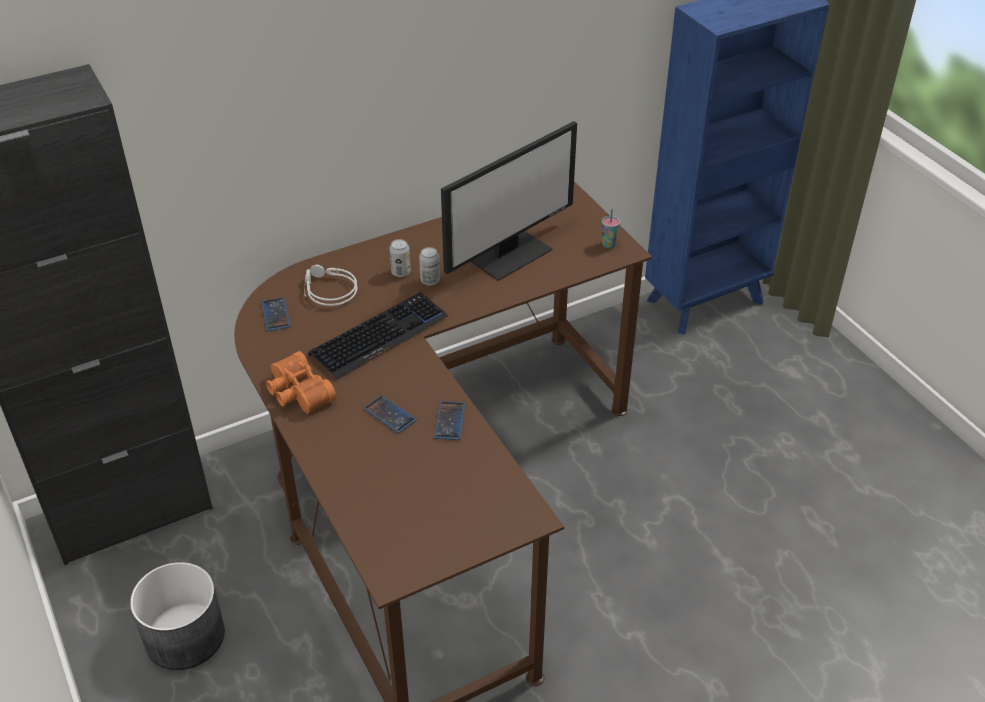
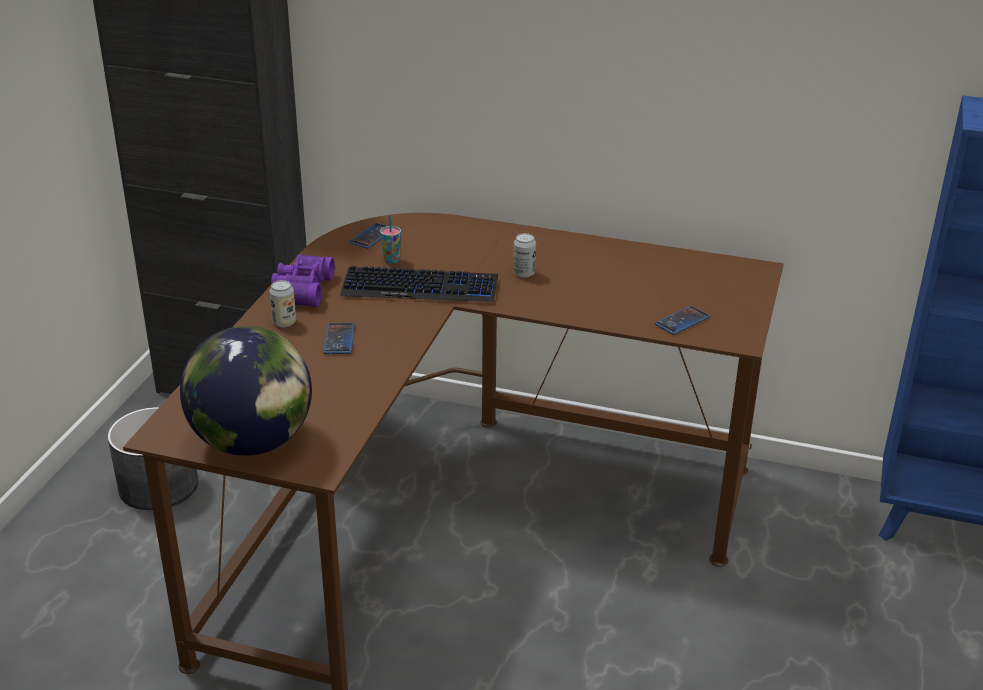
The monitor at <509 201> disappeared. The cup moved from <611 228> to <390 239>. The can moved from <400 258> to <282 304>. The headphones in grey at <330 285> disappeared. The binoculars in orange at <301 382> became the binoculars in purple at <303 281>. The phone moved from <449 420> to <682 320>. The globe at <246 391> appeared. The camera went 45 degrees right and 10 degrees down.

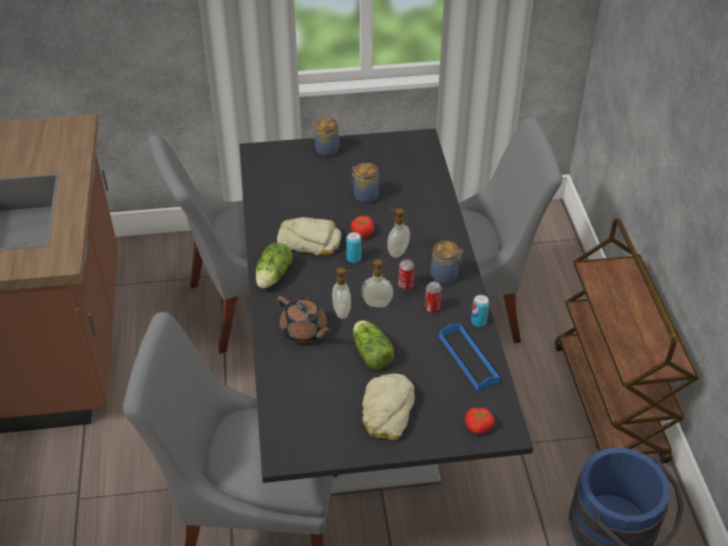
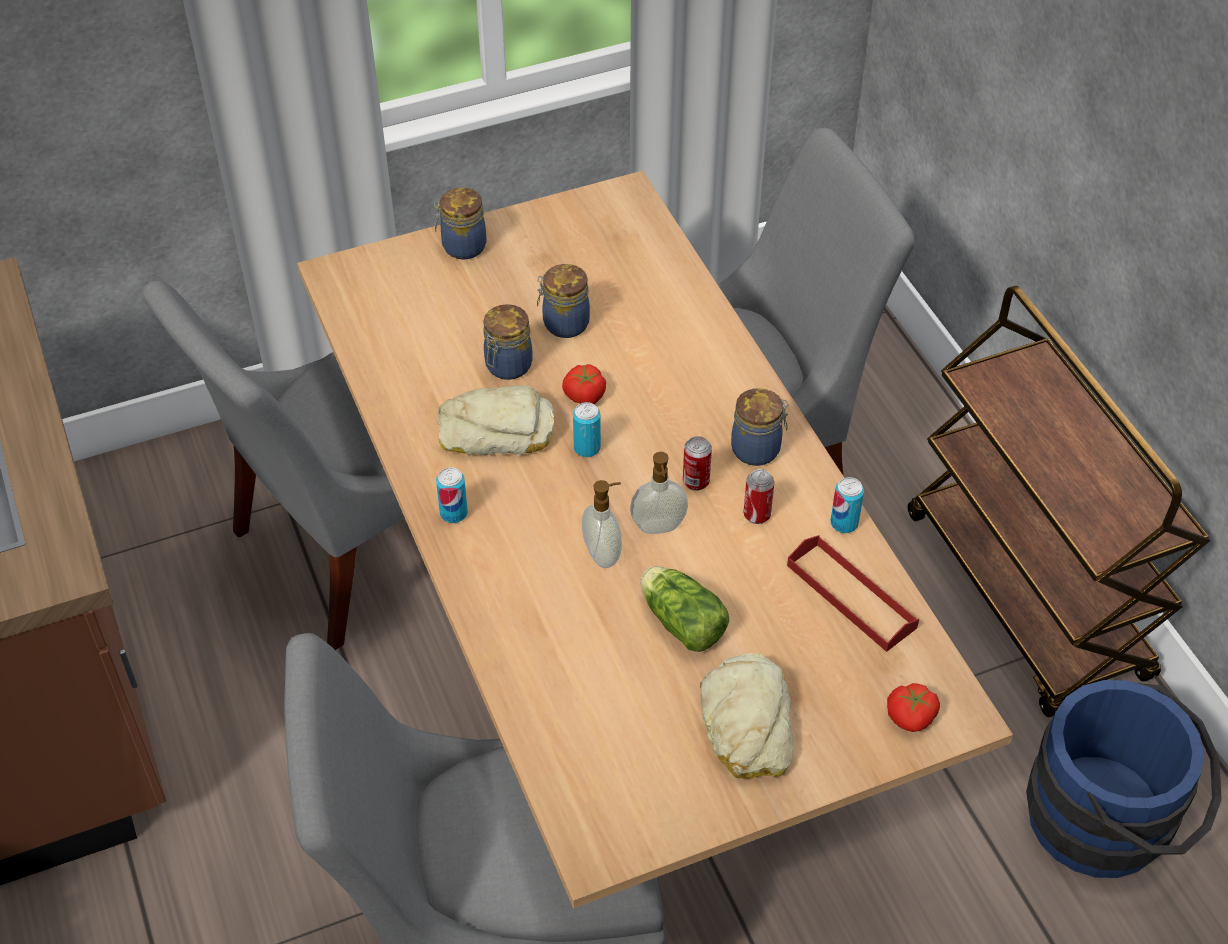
The dining table in black at <386 312> became the dining table in beige at <655 539>. The soap dispenser at <398 233> disappeared. The lettuce at <274 265> was replaced by the can at <452 495>. The teapot in brown at <304 319> disappeared. The tray in blue at <469 357> became the tray in red at <853 593>. The jar at <508 342> appeared. The camera went 15 degrees left and 5 degrees up.

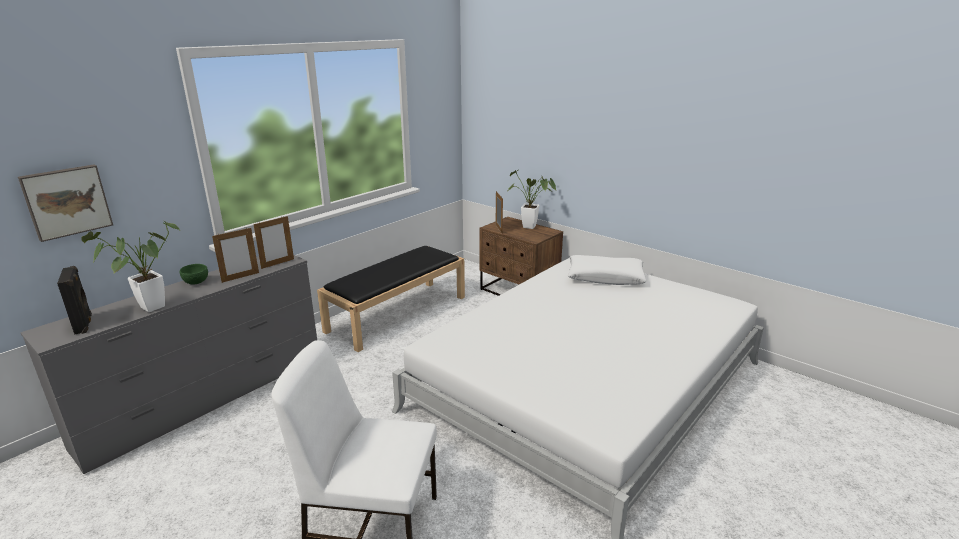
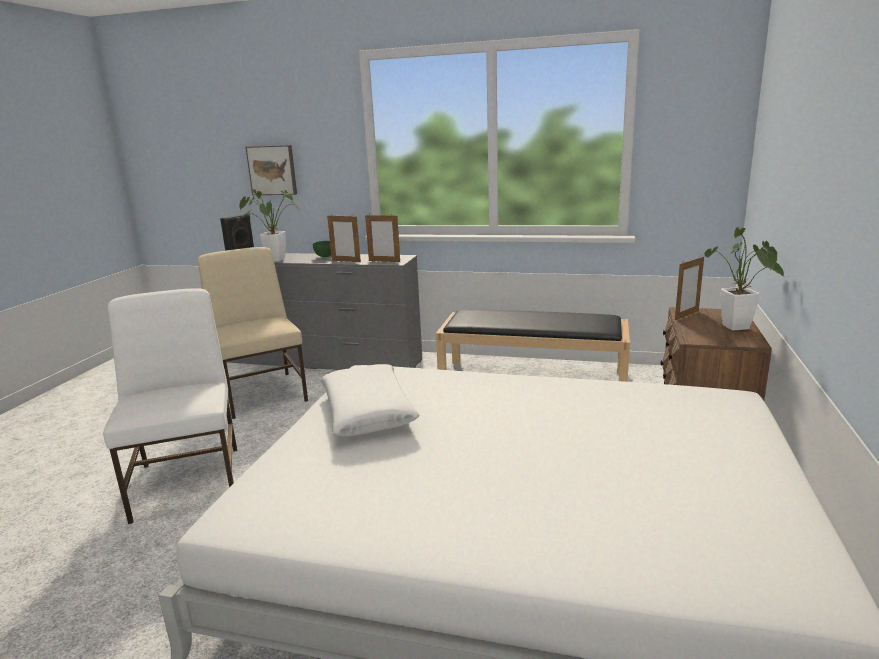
The pillow in white moved from <607 270> to <369 400>. The chair in beige at <253 333> appeared. The camera went 65 degrees right and 5 degrees down.

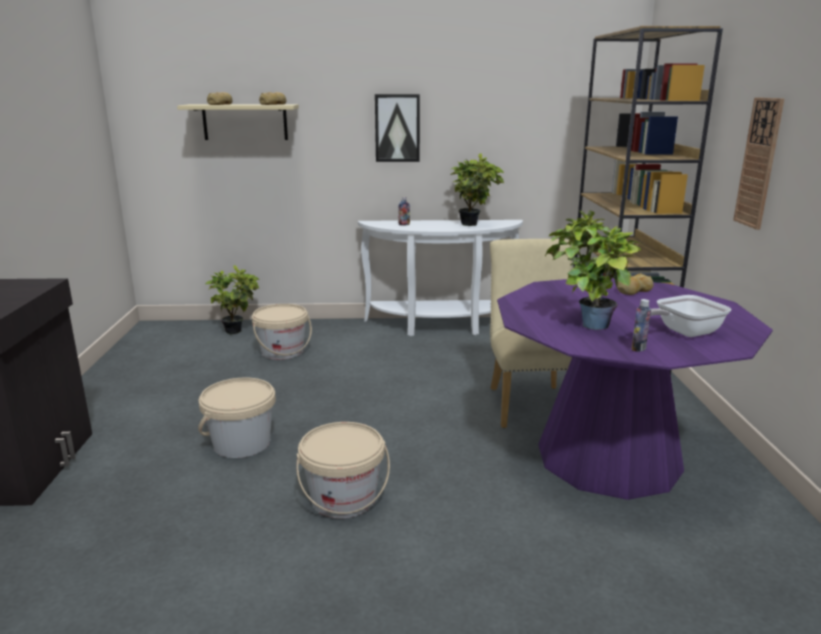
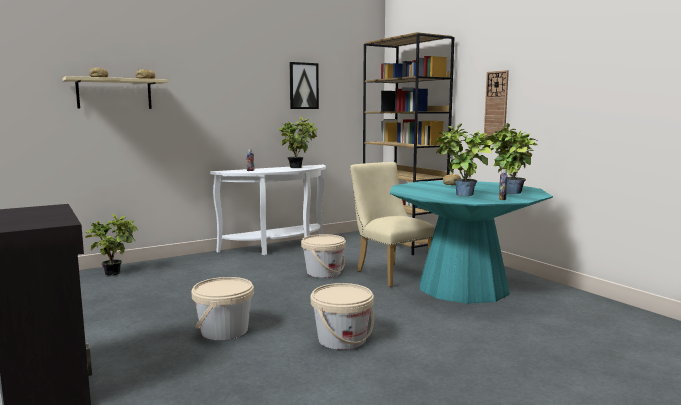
The picture moved from <397 128> to <304 85>. The dining table in purple at <635 389> became the dining table in turquoise at <471 242>. The frying pan at <690 316> was replaced by the potted plant at <510 158>. The bucket in beige moved from <282 332> to <323 256>. The camera went 30 degrees left and 10 degrees down.

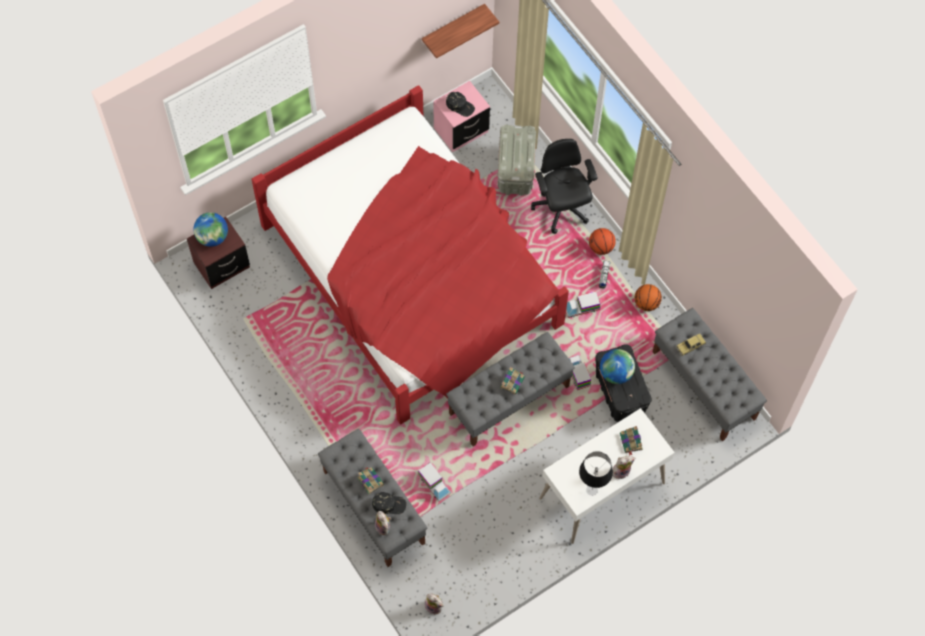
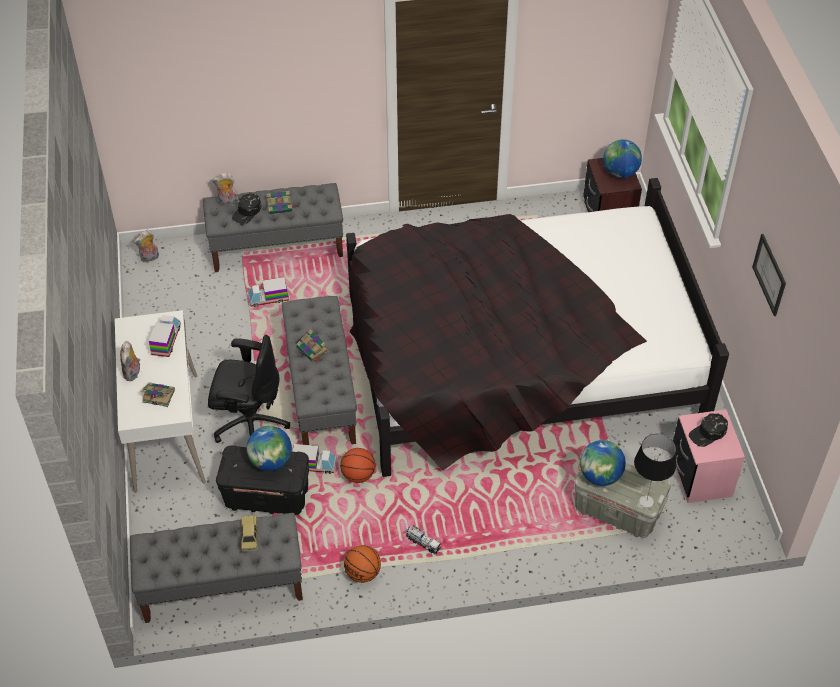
The shelf at <460 31> disappeared. The bed in red at <410 254> became the bed in black at <537 327>. The office chair in black moved from <564 186> to <249 389>. The basketball moved from <602 241> to <357 465>. The toy truck moved from <583 304> to <165 336>. The table lamp moved from <596 473> to <655 471>. The picture at <769 275> appeared. The globe at <603 463> appeared. The camera went 115 degrees right and 15 degrees down.

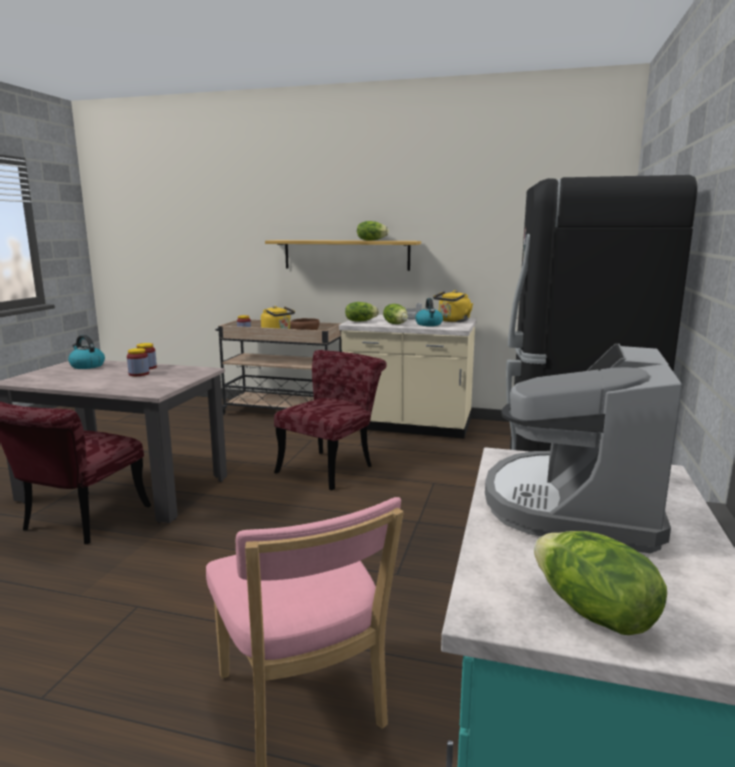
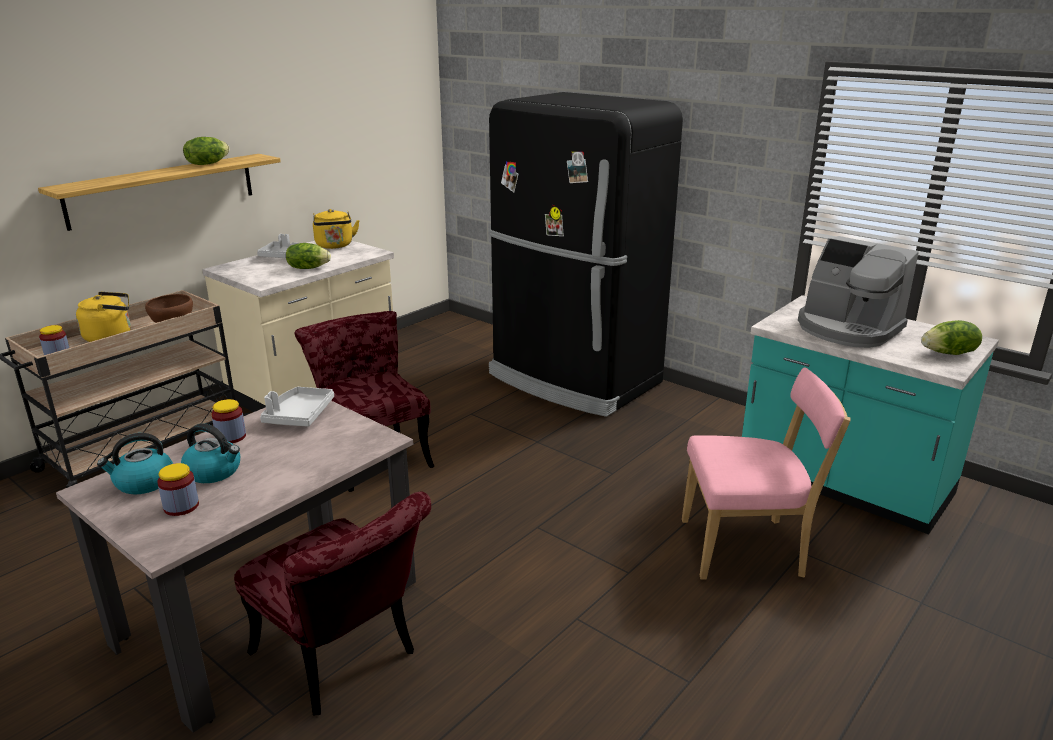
The kettle moved from <429 312> to <210 453>. The lettuce at <362 312> disappeared. The jar moved from <138 362> to <178 489>. The tray in grey at <297 407> appeared. The camera went 65 degrees left and 10 degrees up.

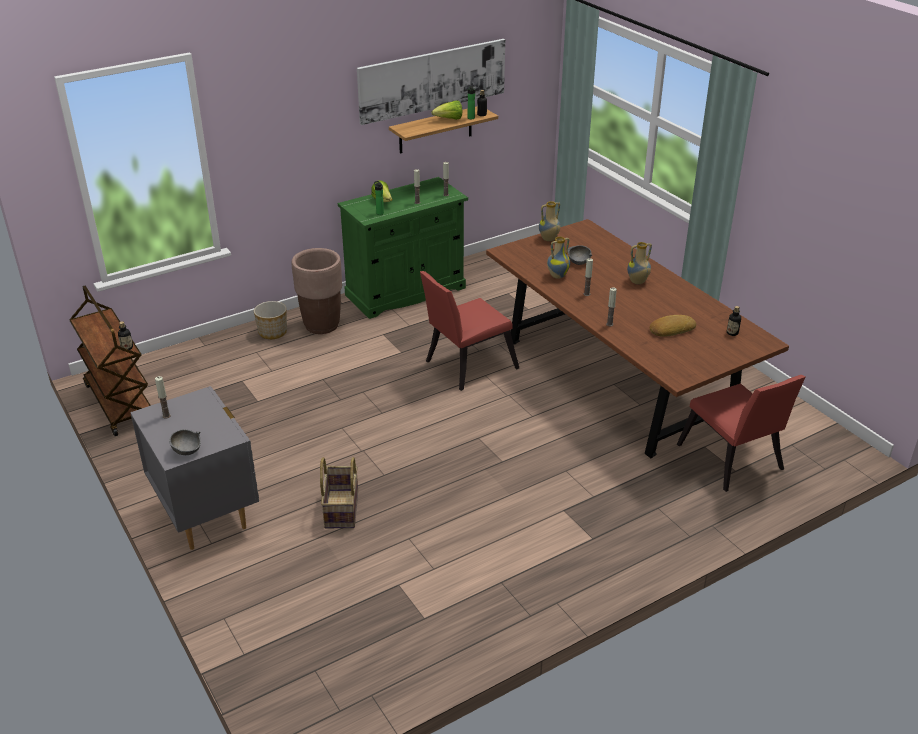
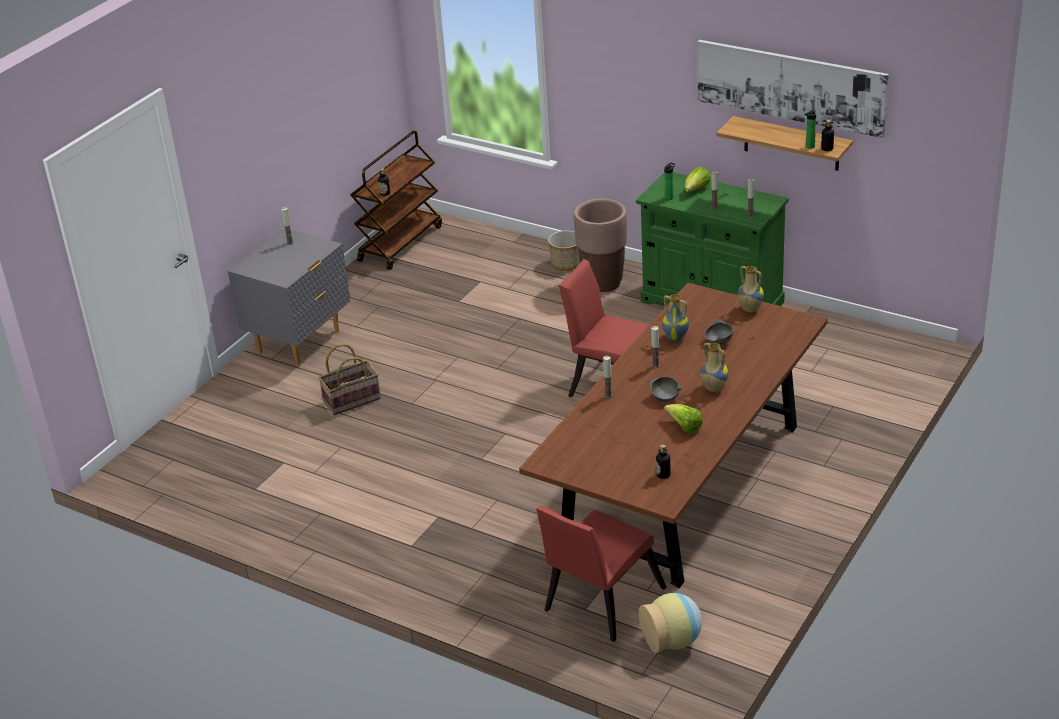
The lettuce moved from <447 110> to <683 419>. The bread at <673 326> disappeared. The bowl in grey moved from <185 442> to <665 389>. The vase at <670 623> appeared. The camera went 65 degrees right and 0 degrees up.

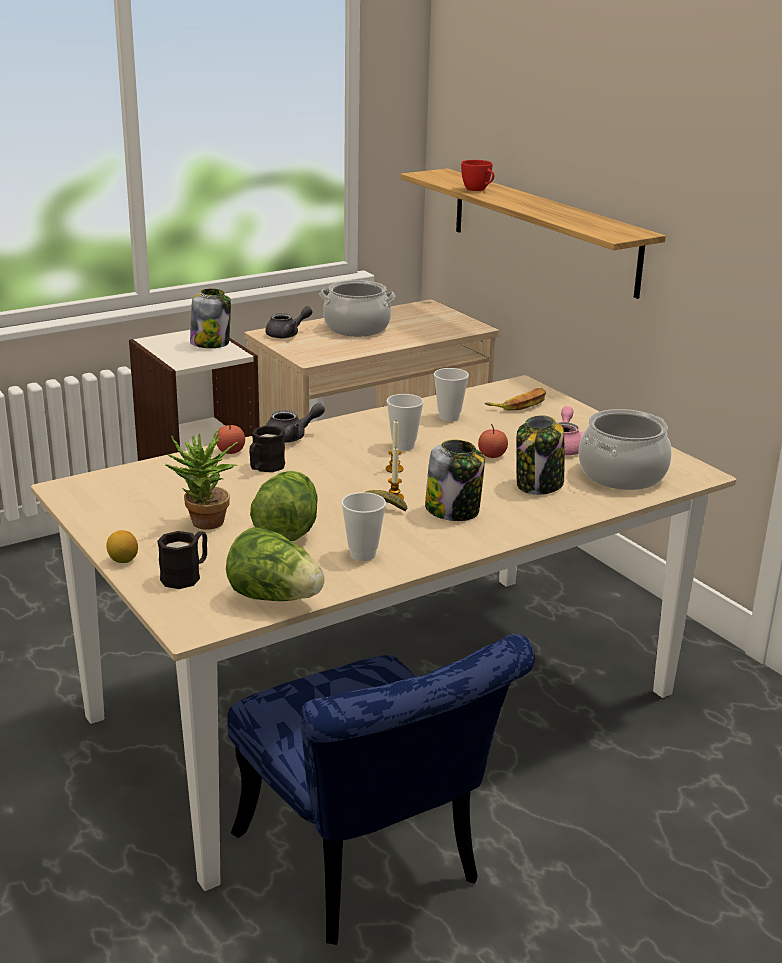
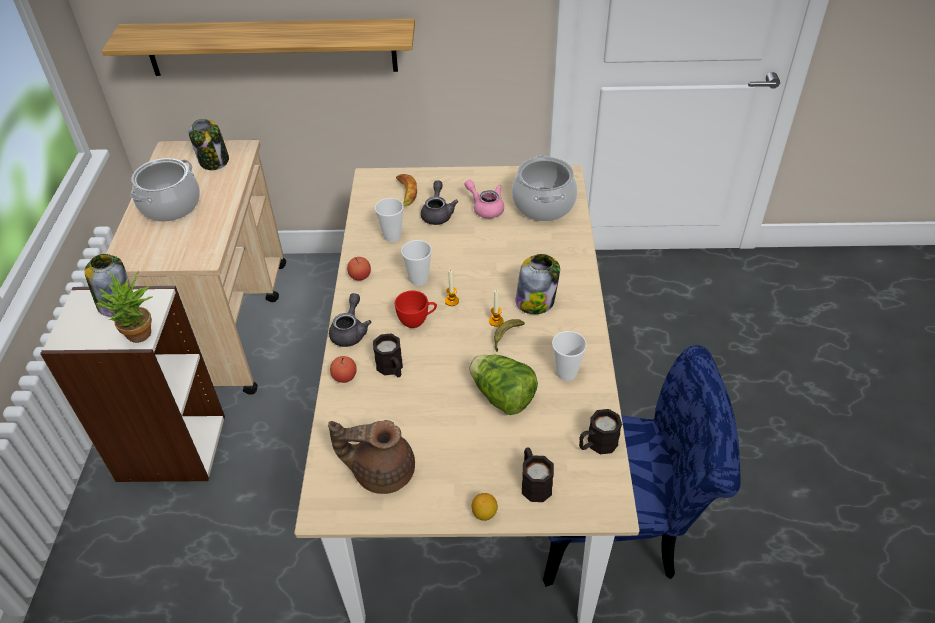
The cup in red moved from <477 175> to <416 309>. The teapot in grey moved from <289 322> to <439 203>. The jar moved from <540 455> to <208 144>. The apple moved from <493 441> to <359 269>. The potted plant moved from <202 479> to <124 307>. The lettuce at <275 564> was replaced by the mug in black at <600 431>. The teapot in brown at <371 457> appeared. The camera went 55 degrees left and 20 degrees up.

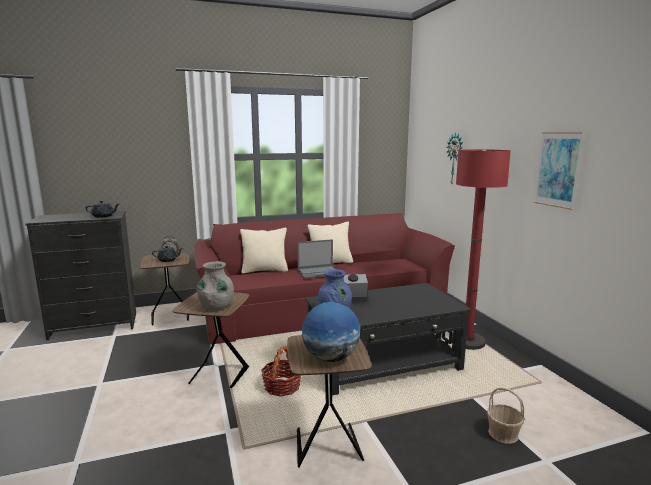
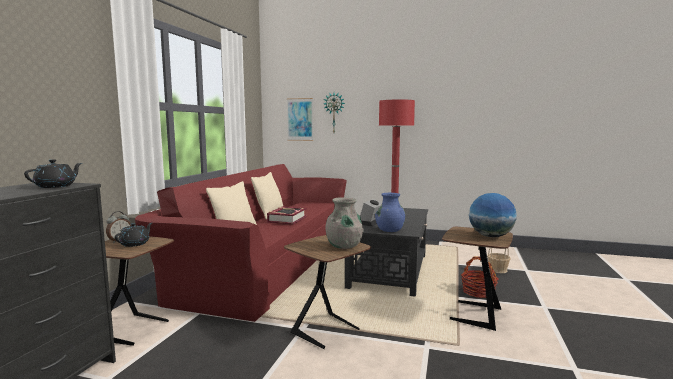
The picture moved from <559 171> to <300 119>. The laptop at <316 259> was replaced by the book at <287 215>. The basket moved from <281 371> to <479 277>. The camera went 55 degrees left and 5 degrees down.

